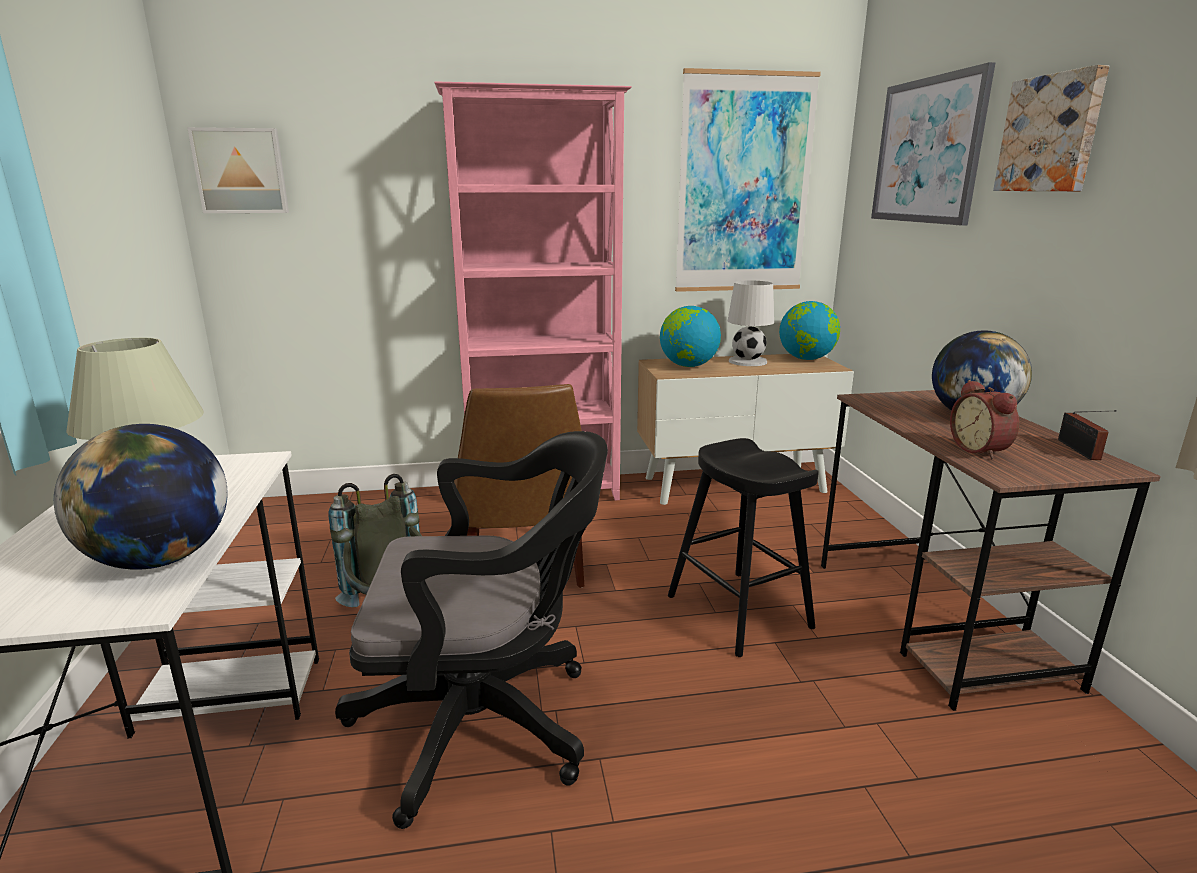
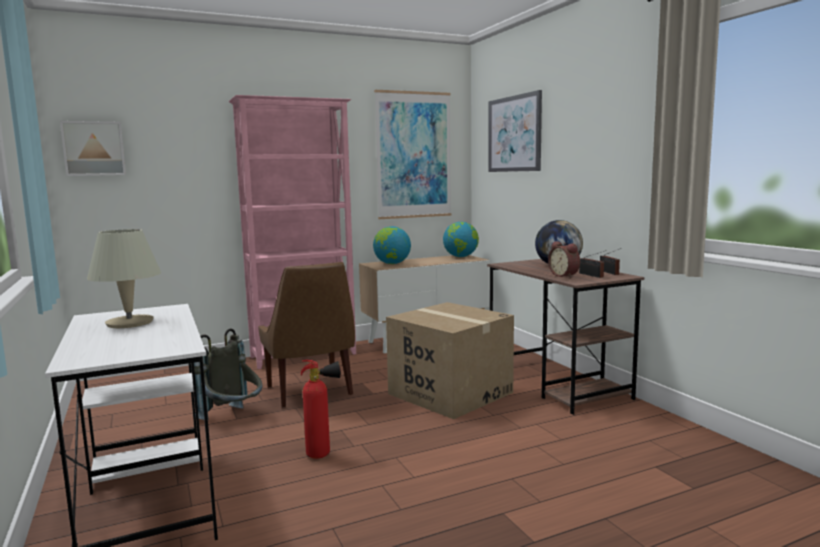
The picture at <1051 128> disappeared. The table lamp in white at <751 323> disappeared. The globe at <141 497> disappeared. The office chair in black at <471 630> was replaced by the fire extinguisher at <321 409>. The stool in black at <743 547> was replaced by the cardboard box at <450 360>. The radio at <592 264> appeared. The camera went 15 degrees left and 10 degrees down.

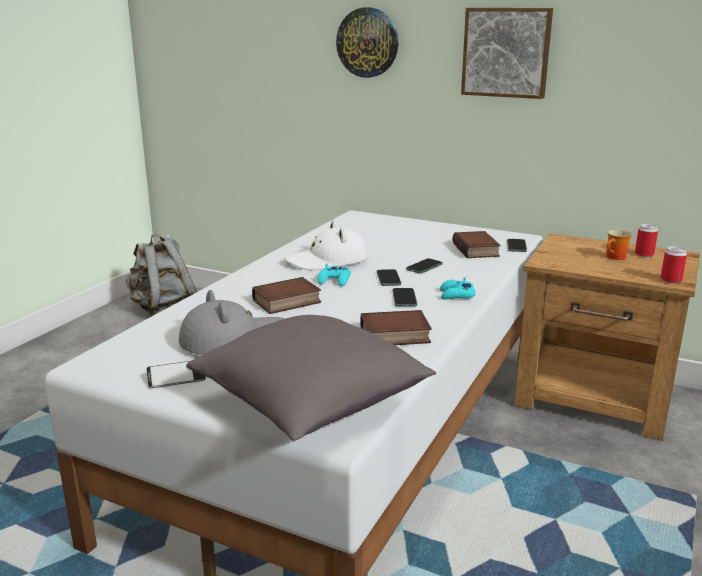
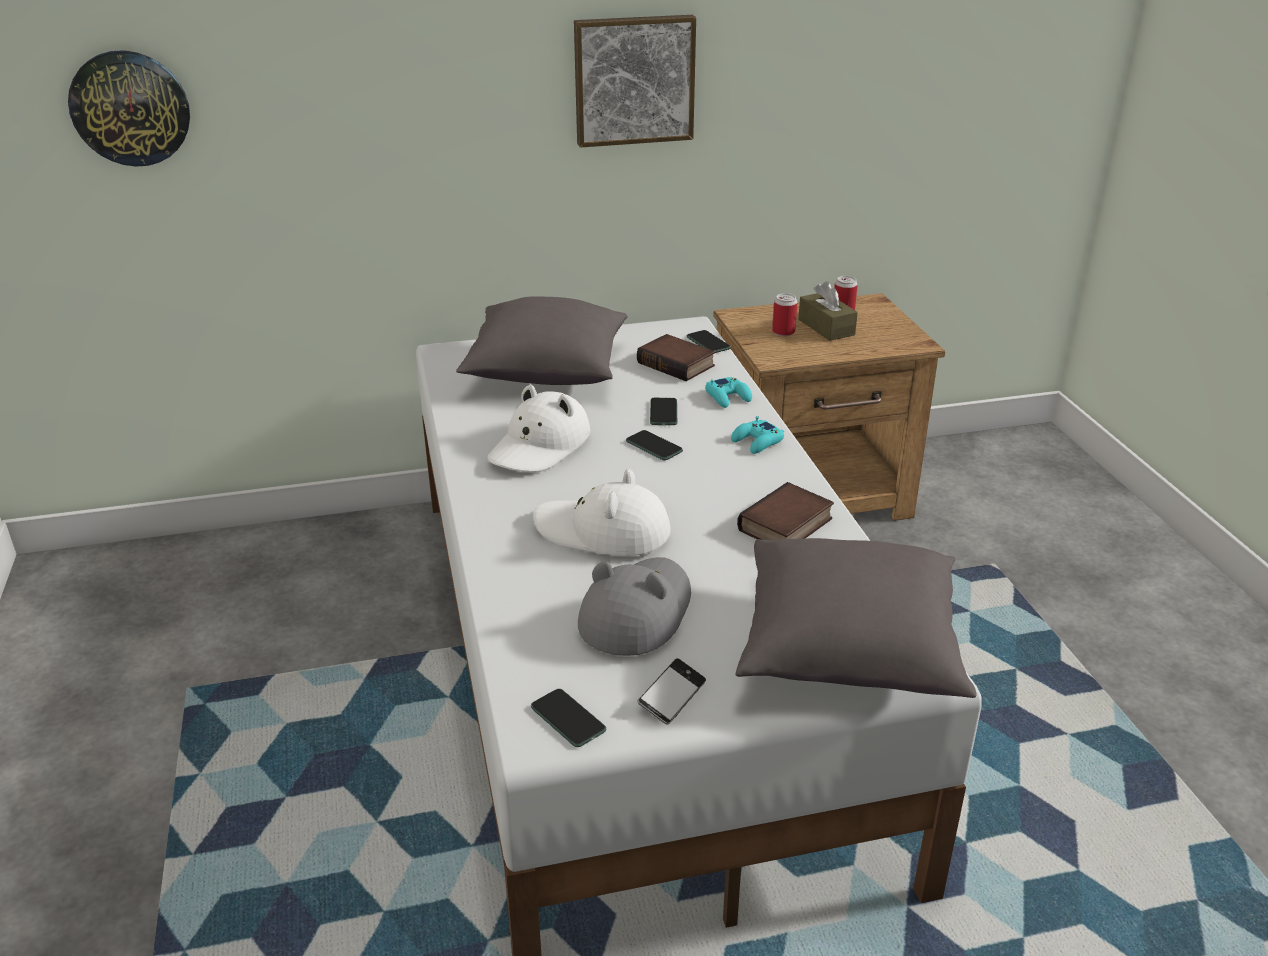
The wall clock moved from <367 43> to <129 108>. The mug at <619 244> was replaced by the tissue box in brown at <828 311>. The backpack in grey at <161 275> disappeared. The can moved from <673 264> to <784 314>. The game controller in turquoise moved from <334 275> to <728 392>. The book at <286 295> was replaced by the hat in white at <601 512>. The phone moved from <404 297> to <568 718>. The pillow in grey at <542 340> appeared. The camera went 40 degrees left and 10 degrees up.

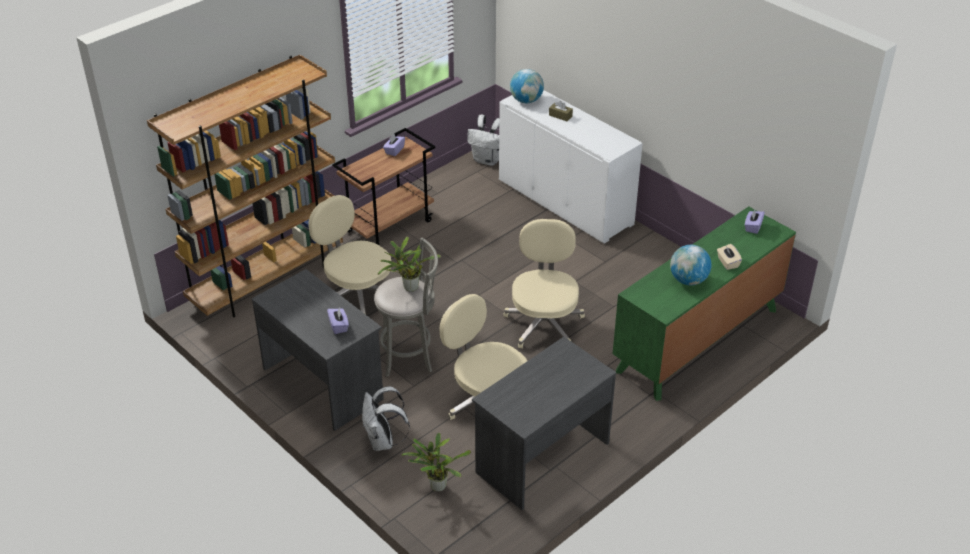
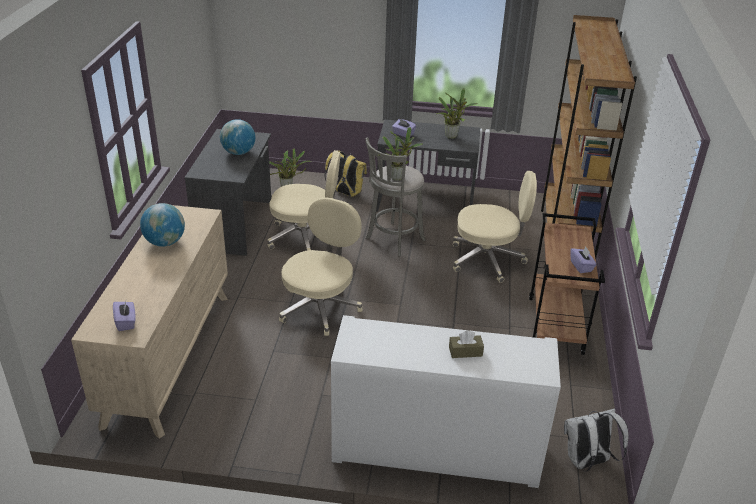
The globe moved from <527 86> to <237 137>. The dresser in green at <704 303> became the dresser in beige at <149 322>. The office chair in beige at <544 283> turned 120 degrees counterclockwise. The tissue box in beige at <729 257> disappeared. The backpack in white at <386 418> became the backpack in yellow at <346 174>. The potted plant at <456 114> appeared. The camera went 140 degrees right and 5 degrees down.

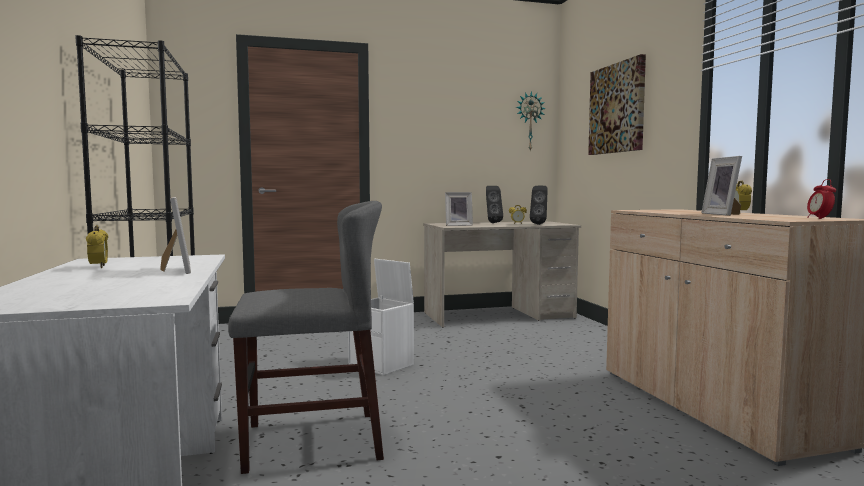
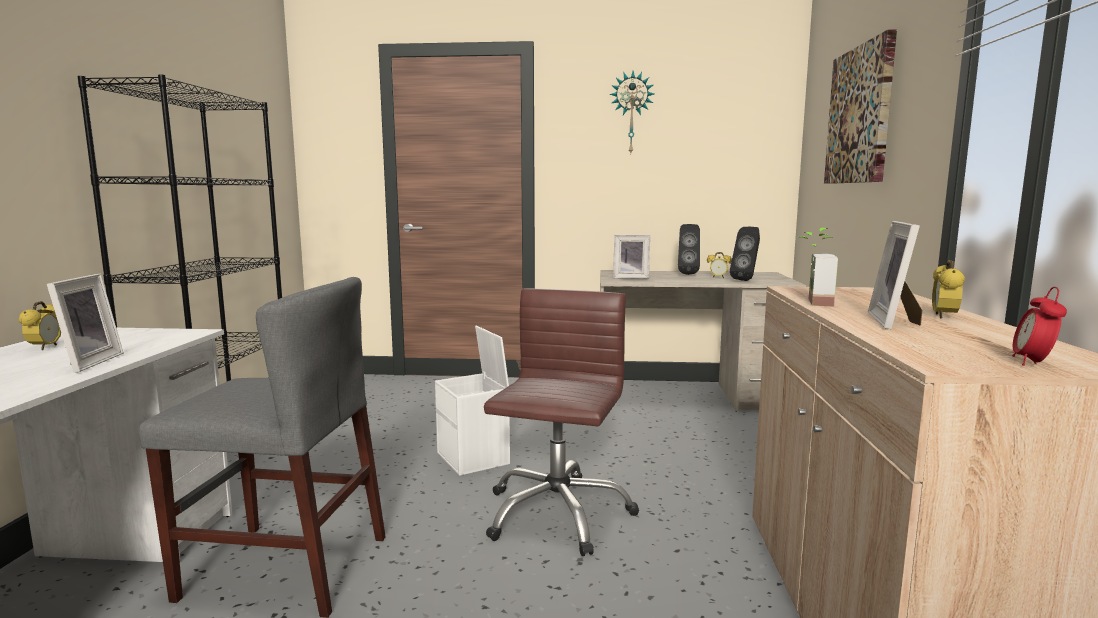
The wall clock moved from <531 121> to <632 112>. The potted plant at <818 267> appeared. The office chair in brown at <561 422> appeared. The camera went 20 degrees right and 5 degrees up.

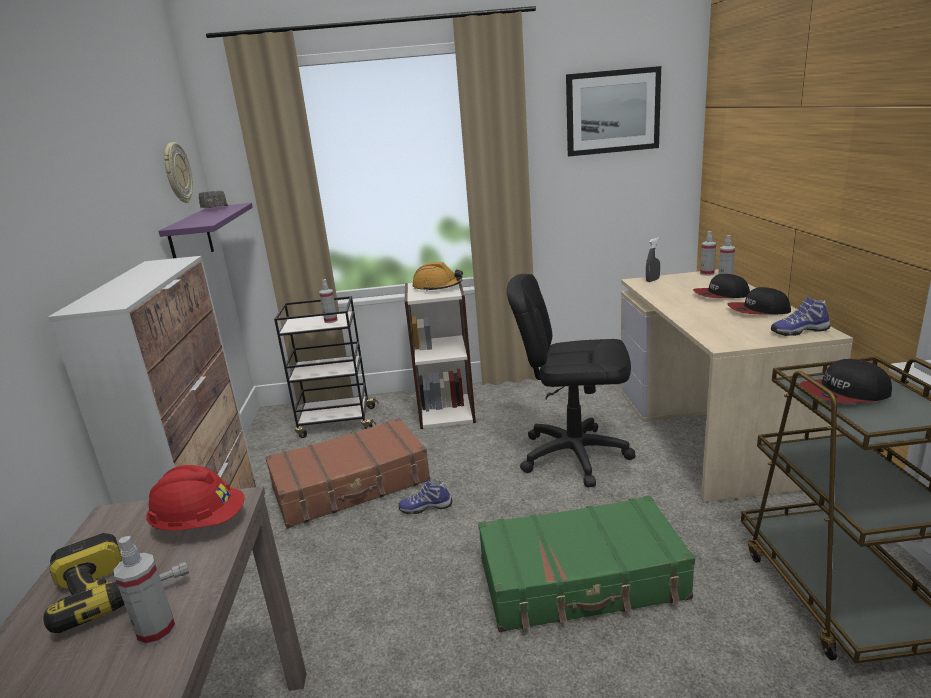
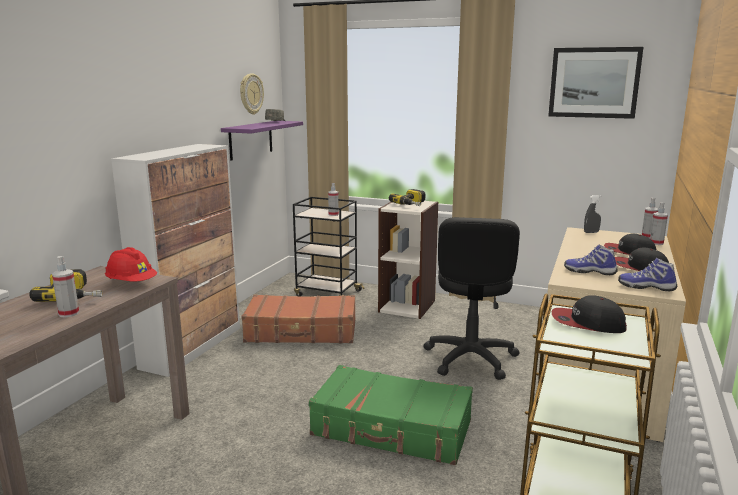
The hard hat in orange at <437 277> was replaced by the power drill at <407 197>. The office chair in black at <571 380> turned 120 degrees counterclockwise. The shoe moved from <425 496> to <591 259>. The camera went 25 degrees right and 5 degrees down.

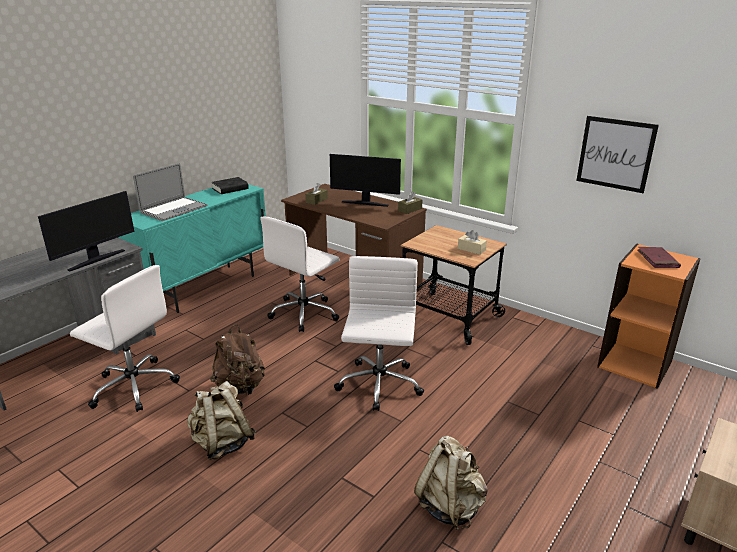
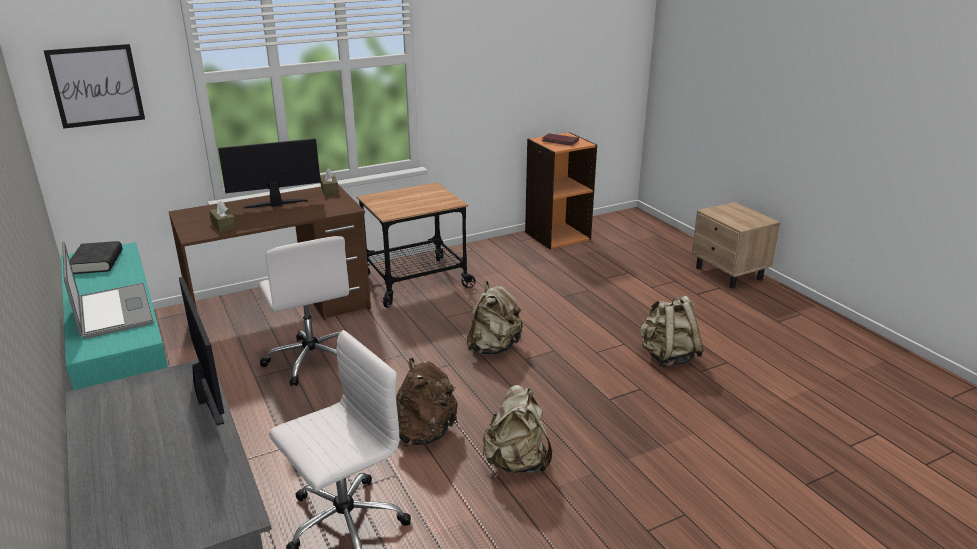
The picture moved from <617 154> to <94 86>. The monitor at <365 180> turned 150 degrees counterclockwise. The tissue box in beige at <472 242> disappeared. The office chair in white at <379 333> was replaced by the backpack in beige at <495 318>. The camera went 65 degrees left and 0 degrees up.

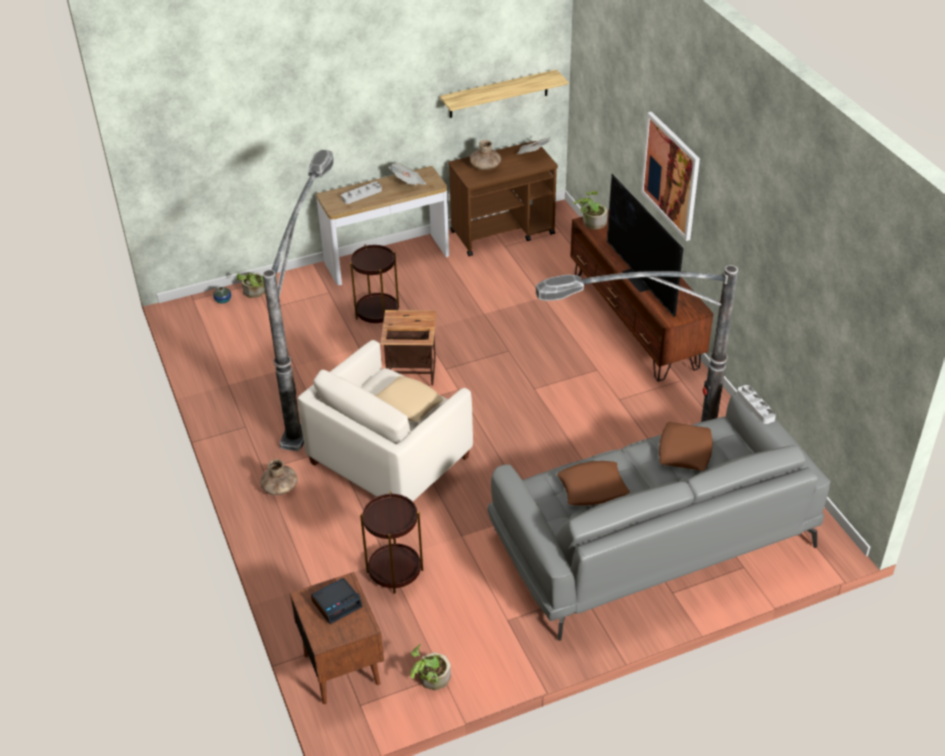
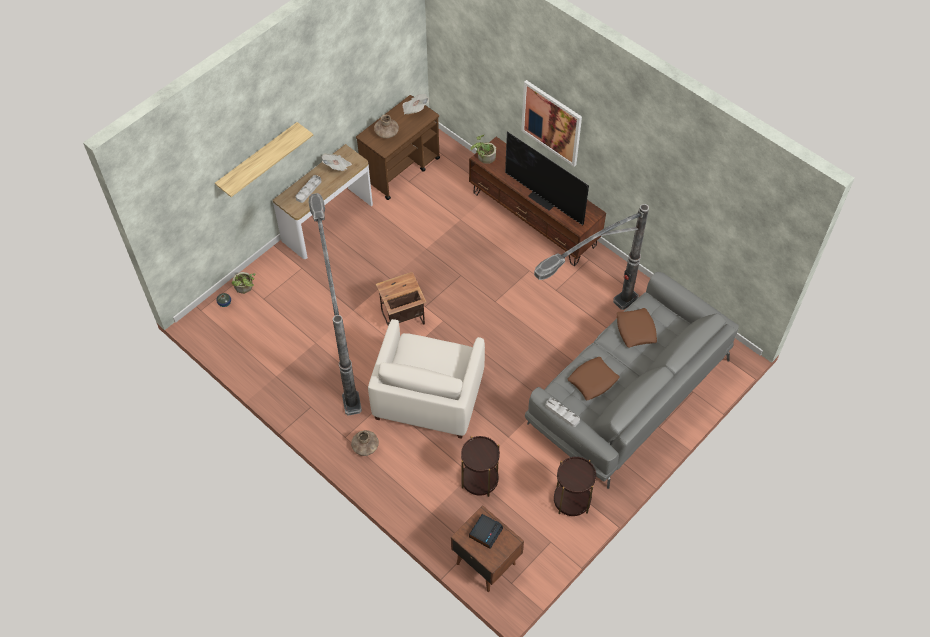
The shelf moved from <504 94> to <264 159>. The side table in brown moved from <374 283> to <575 486>. The pillow in beige at <409 399> disappeared. The tray in grey moved from <756 404> to <563 412>. The potted plant at <430 667> disappeared. The camera went 25 degrees left and 15 degrees up.

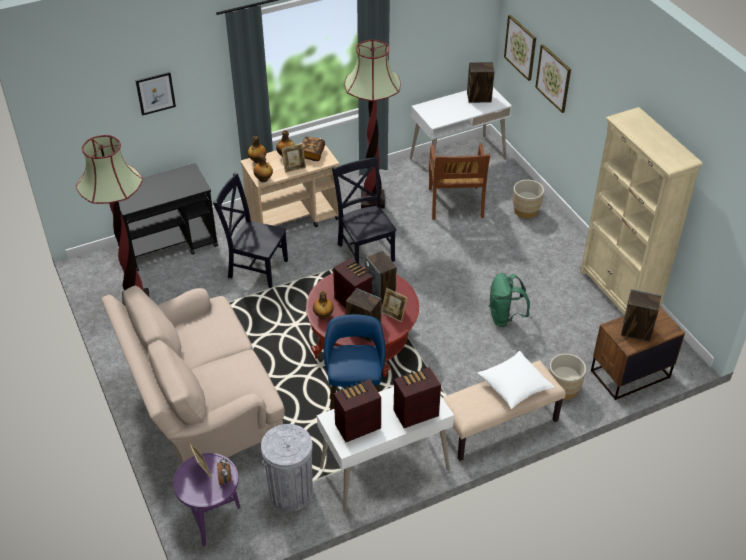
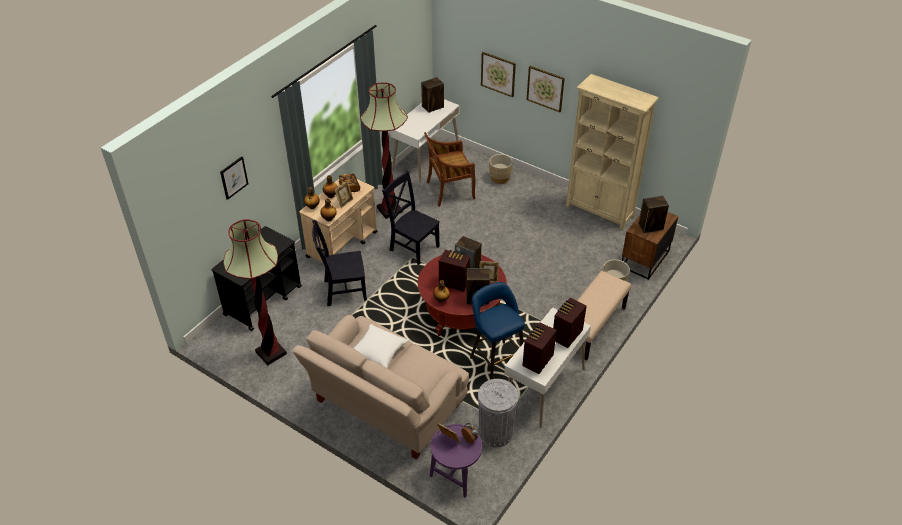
The picture moved from <520 48> to <546 89>. The chair in brown at <459 182> turned 105 degrees clockwise. The backpack in green at <509 300> disappeared. The pillow in white moved from <516 380> to <381 346>. The camera went 30 degrees left and 0 degrees up.

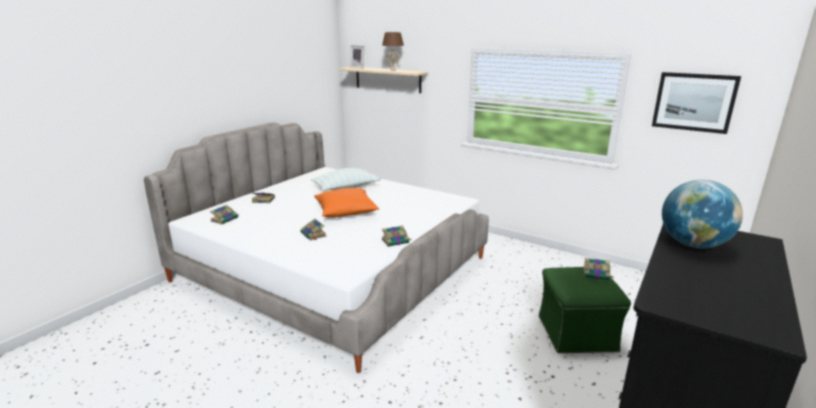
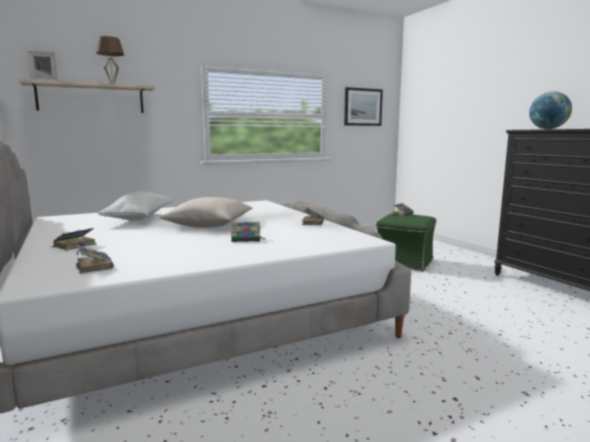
The pillow in orange at <346 202> became the pillow in beige at <205 212>. The camera went 60 degrees left and 10 degrees down.

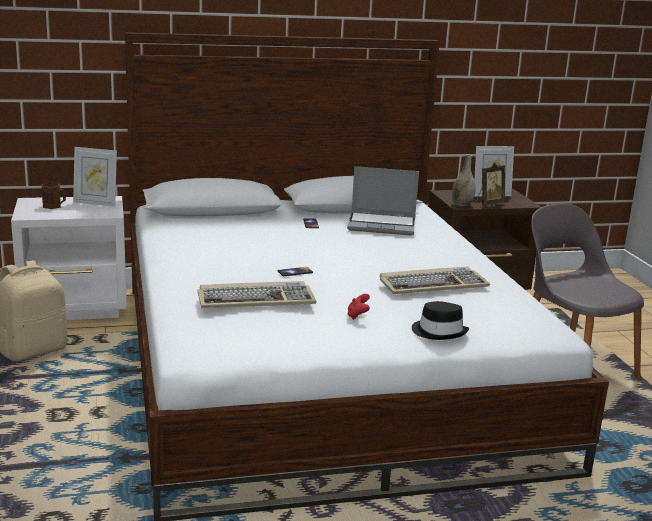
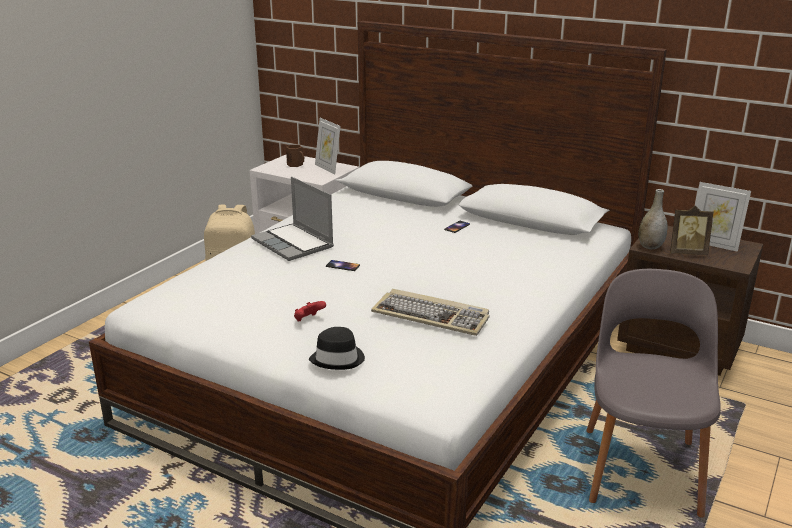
The laptop moved from <383 200> to <292 218>. The keyboard at <256 294> disappeared. The camera went 45 degrees right and 5 degrees up.

